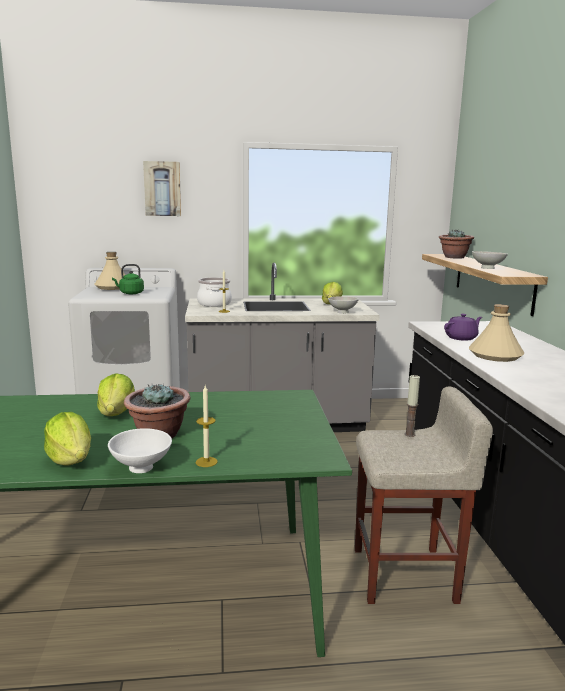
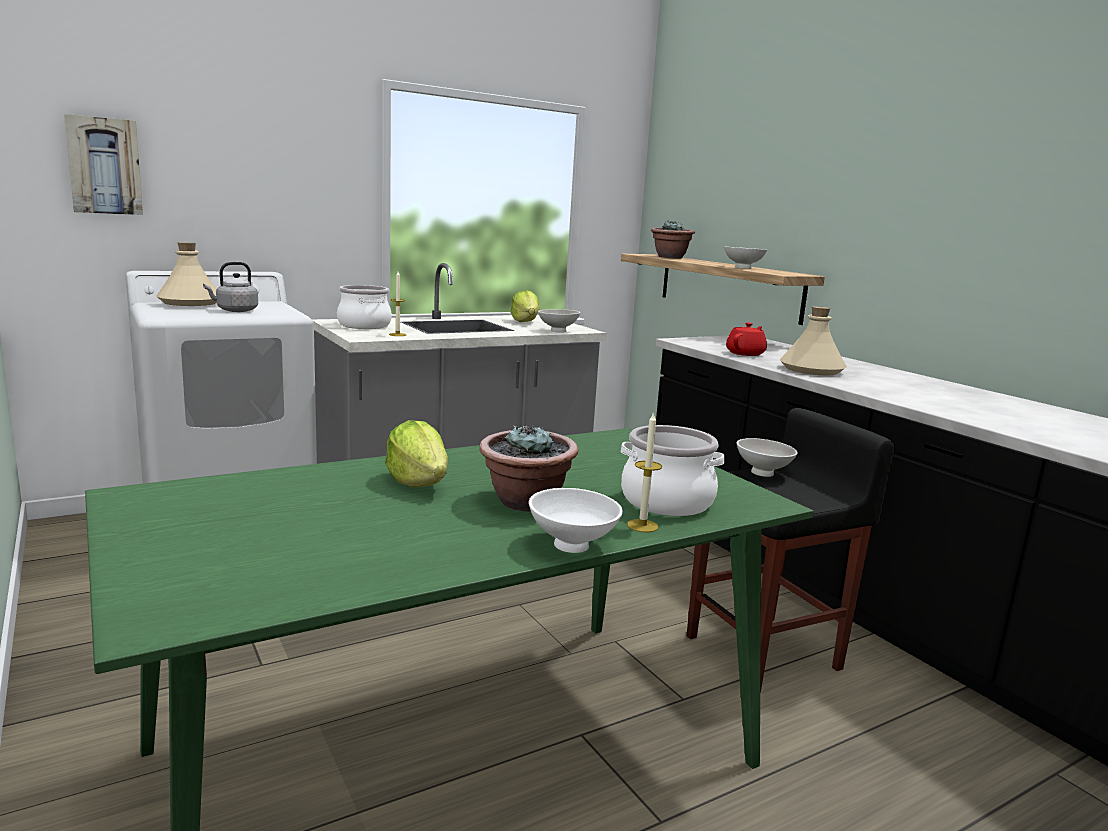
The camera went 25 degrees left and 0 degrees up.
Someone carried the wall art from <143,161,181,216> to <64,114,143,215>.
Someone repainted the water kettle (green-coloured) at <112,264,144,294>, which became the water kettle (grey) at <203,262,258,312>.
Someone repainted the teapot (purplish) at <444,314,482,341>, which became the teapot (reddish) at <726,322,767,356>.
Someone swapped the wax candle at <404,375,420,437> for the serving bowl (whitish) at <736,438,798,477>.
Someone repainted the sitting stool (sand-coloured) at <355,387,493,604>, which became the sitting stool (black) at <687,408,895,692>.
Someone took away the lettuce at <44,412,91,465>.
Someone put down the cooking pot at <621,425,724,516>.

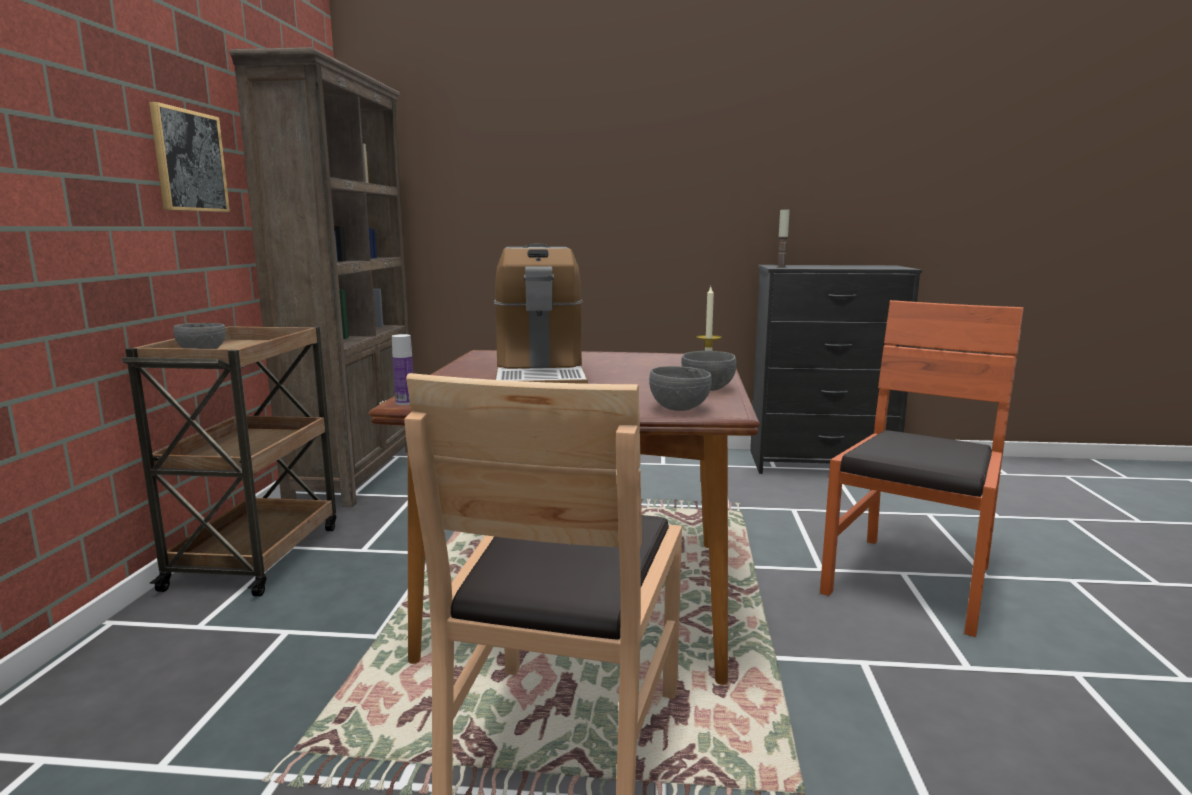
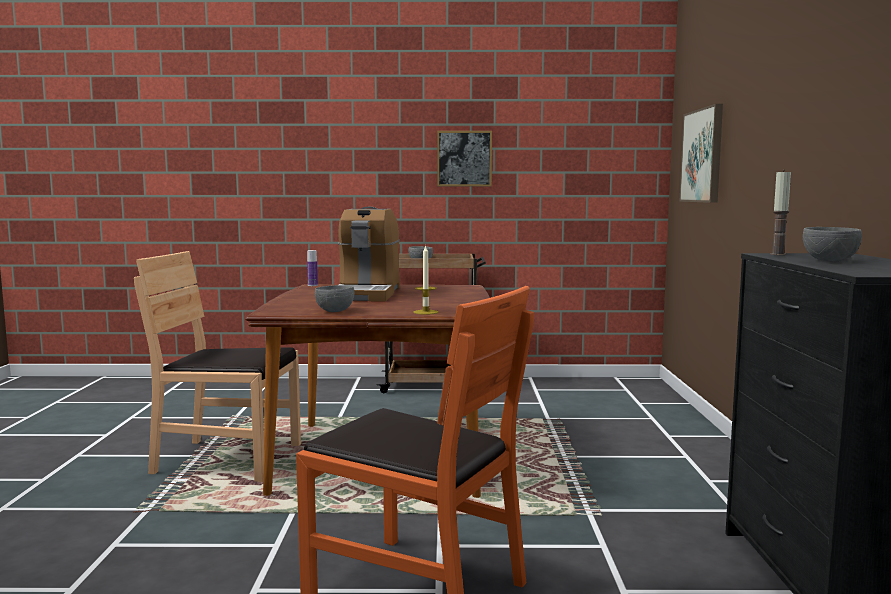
The camera went 85 degrees right and 5 degrees down.
Someone took away the bookcase (brown) at <229,47,409,507>.
Someone rotated the coffee brewer at <494,243,588,384> by 75 degrees counterclockwise.
Someone carried the serving bowl (grey) from <649,366,712,411> to <803,227,862,262>.
Someone put up the wall art at <679,104,723,203>.

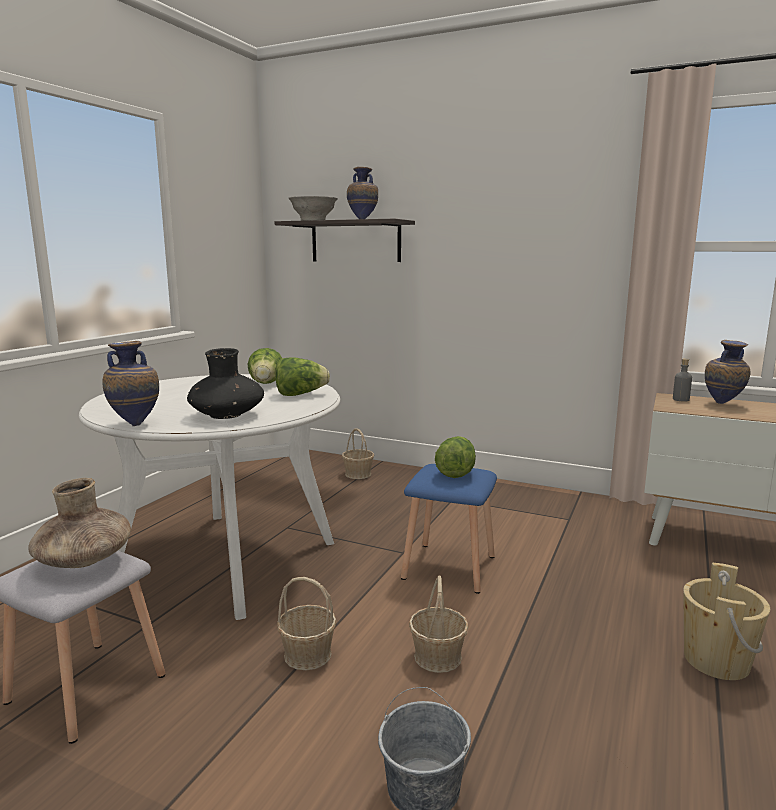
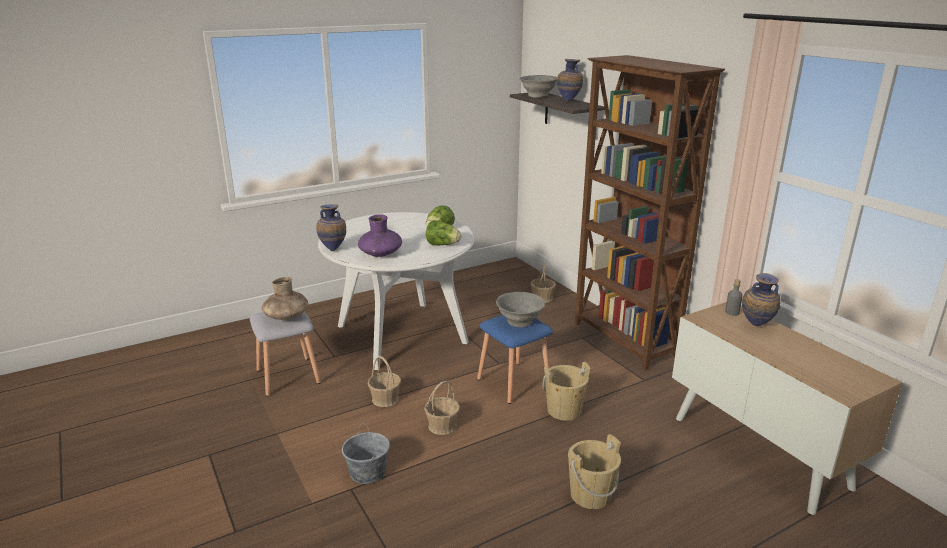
The camera went 35 degrees right and 10 degrees up.
Someone repainted the vase (black) at <187,348,264,419>, which became the vase (purplish) at <358,214,402,257>.
Someone swapped the lettuce at <435,436,476,478> for the serving bowl (grey) at <496,292,545,327>.
Someone put down the bookcase (brown) at <575,55,725,370>.
Someone put down the water bucket (sand-coloured) at <543,362,590,421>.

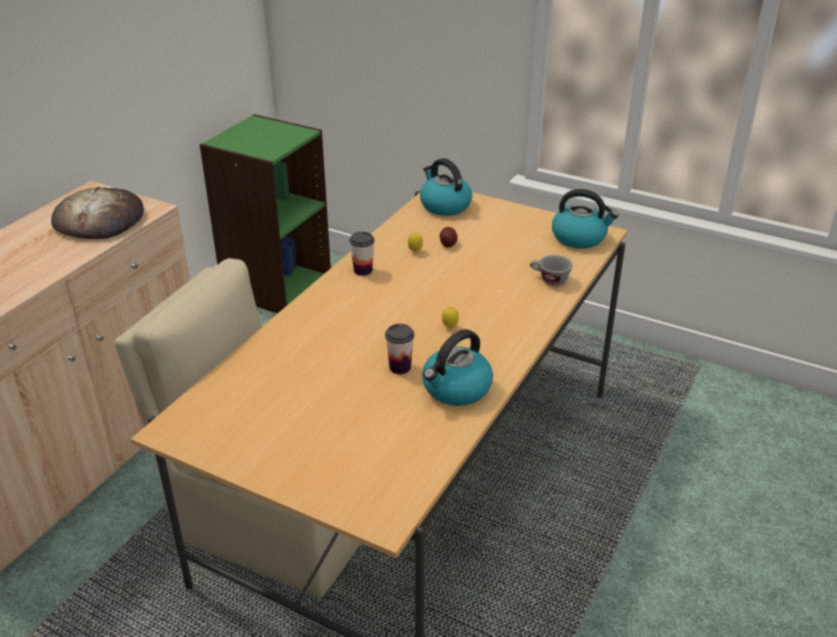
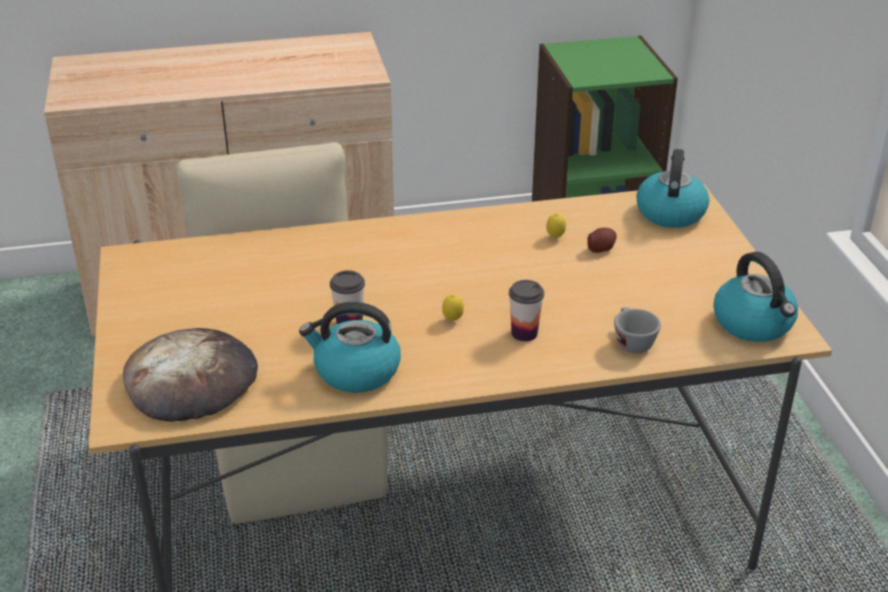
The camera went 50 degrees right and 0 degrees up.
Someone carried the bread from <51,187,144,239> to <123,328,258,422>.
Someone carried the small cup from <349,232,375,276> to <509,280,544,341>.

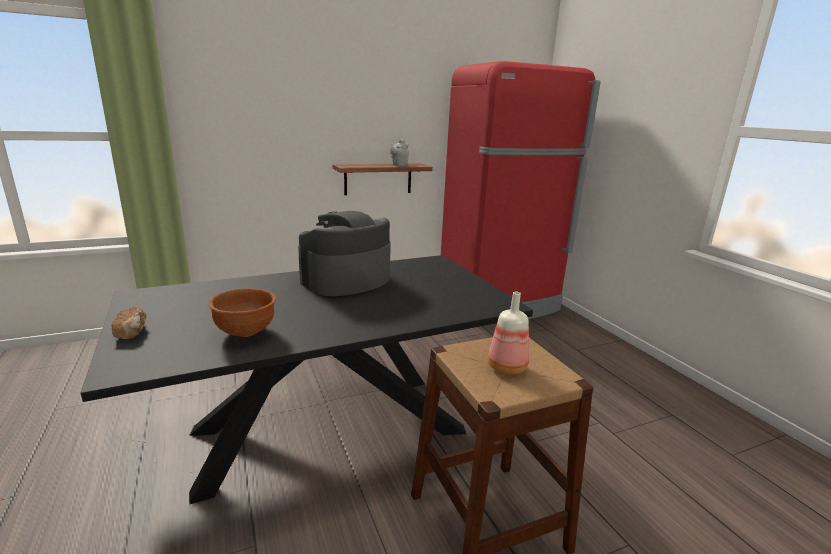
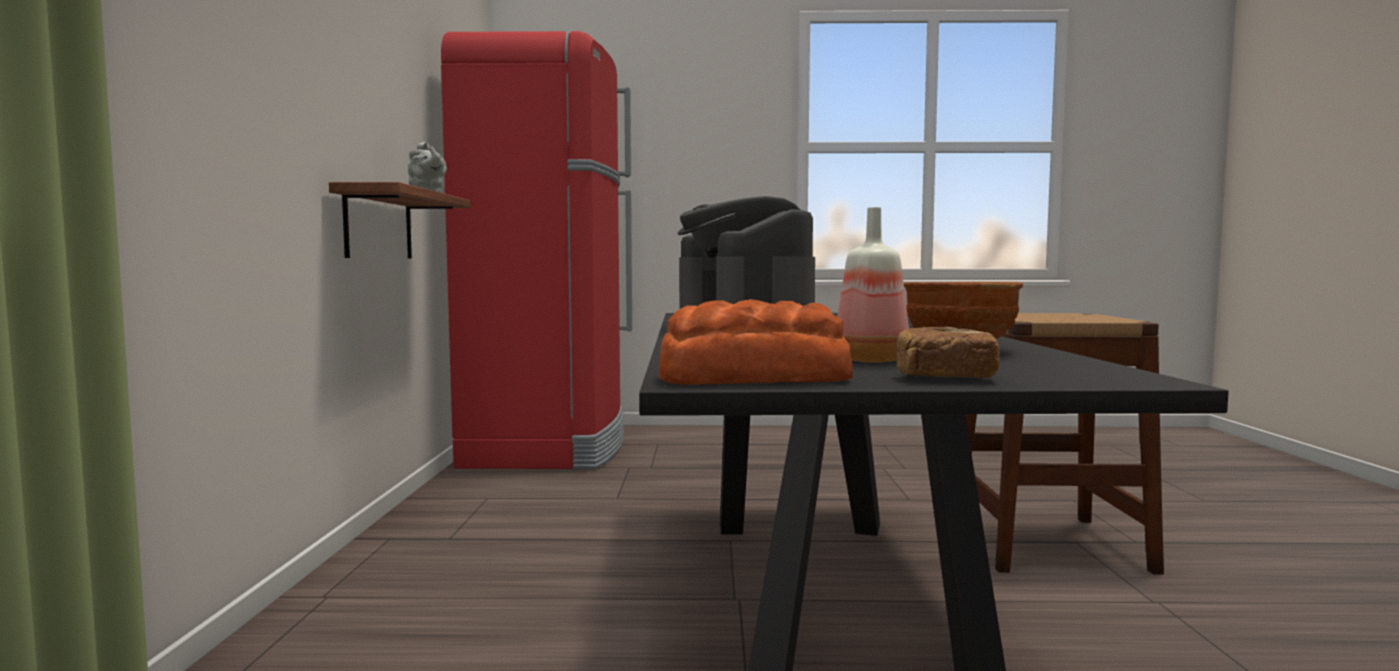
The camera went 65 degrees left and 15 degrees down.
Someone carried the drink bottle from <488,291,529,375> to <837,207,909,363>.
Someone put down the bread at <659,299,853,385>.

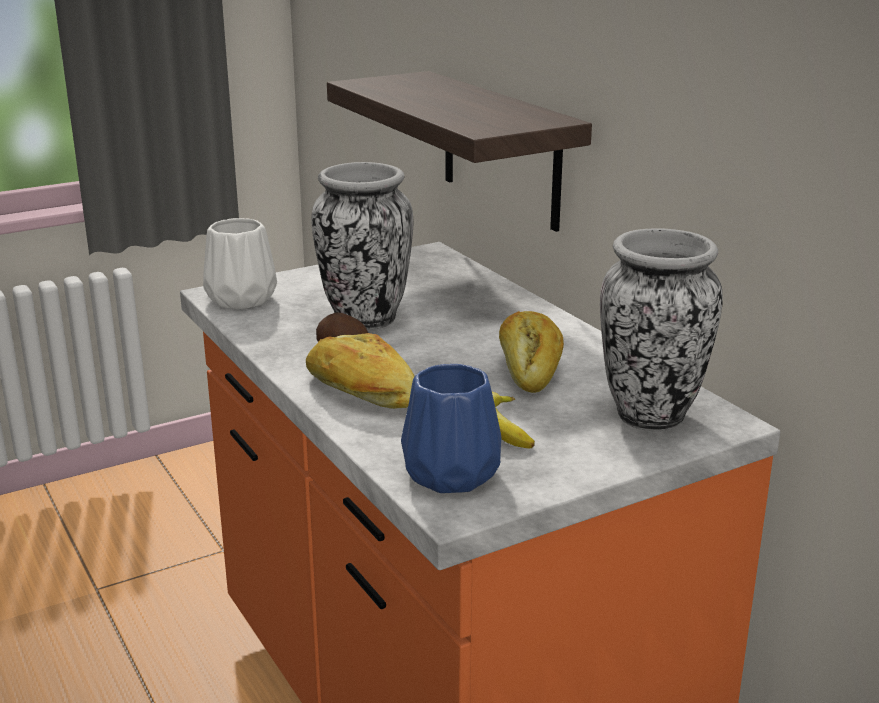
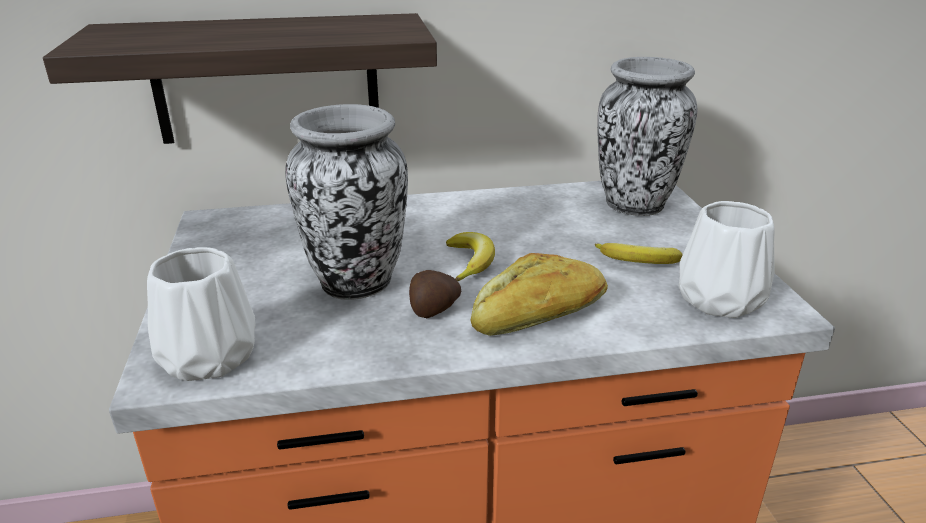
The camera went 70 degrees left and 5 degrees up.
Someone took away the bread at <499,311,564,393>.
Someone repainted the vase (bluish) at <401,364,501,493>, which became the vase (whitish) at <679,201,775,318>.
Someone put down the whole banana at <446,232,495,281>.

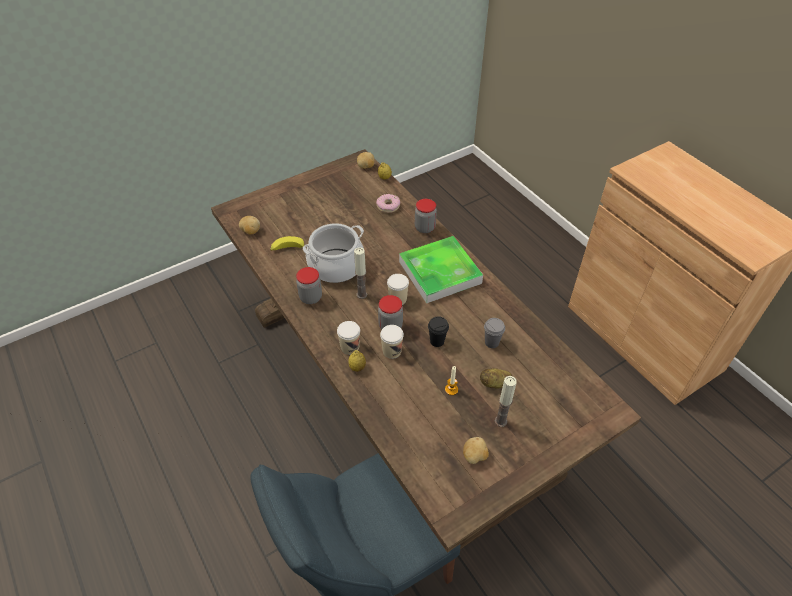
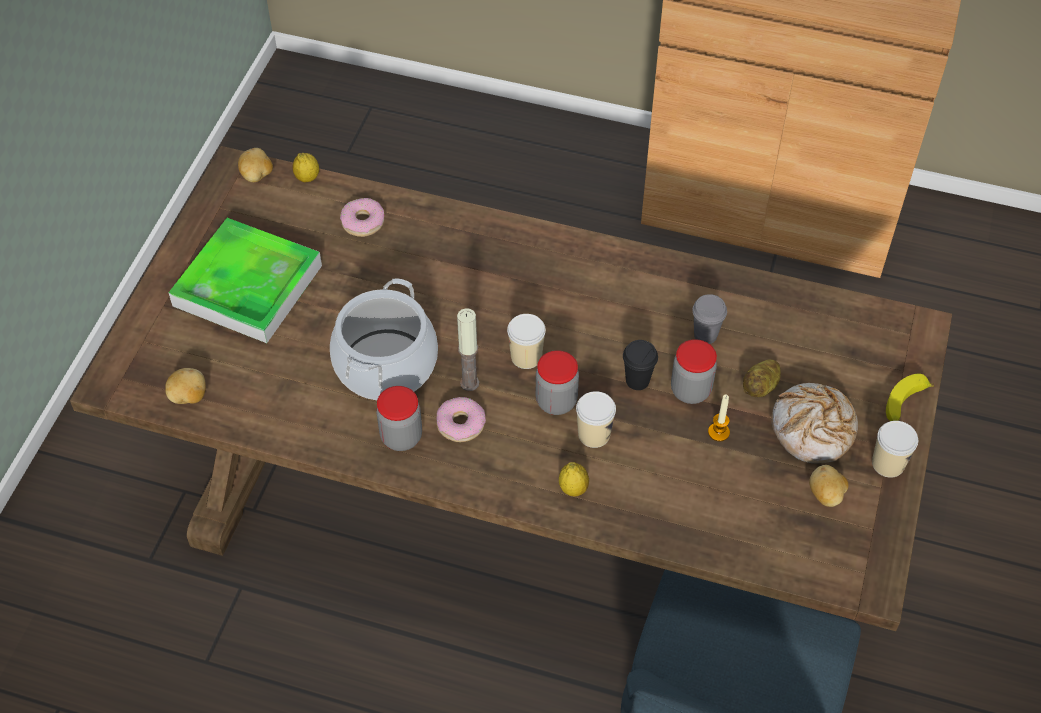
The camera went 40 degrees left and 5 degrees up.
Someone carried the jar from <415,199,437,233> to <671,339,717,404>.
Someone carried the whole banana from <270,236,304,251> to <886,374,934,421>.
Someone carried the serving tray from <399,236,483,303> to <169,218,322,343>.
Someone carried the small cup from <337,321,360,355> to <872,421,918,478>.
Someone swapped the wax candle at <495,376,517,427> for the bread at <771,383,858,464>.
Someone put down the donut at <437,397,486,442>.

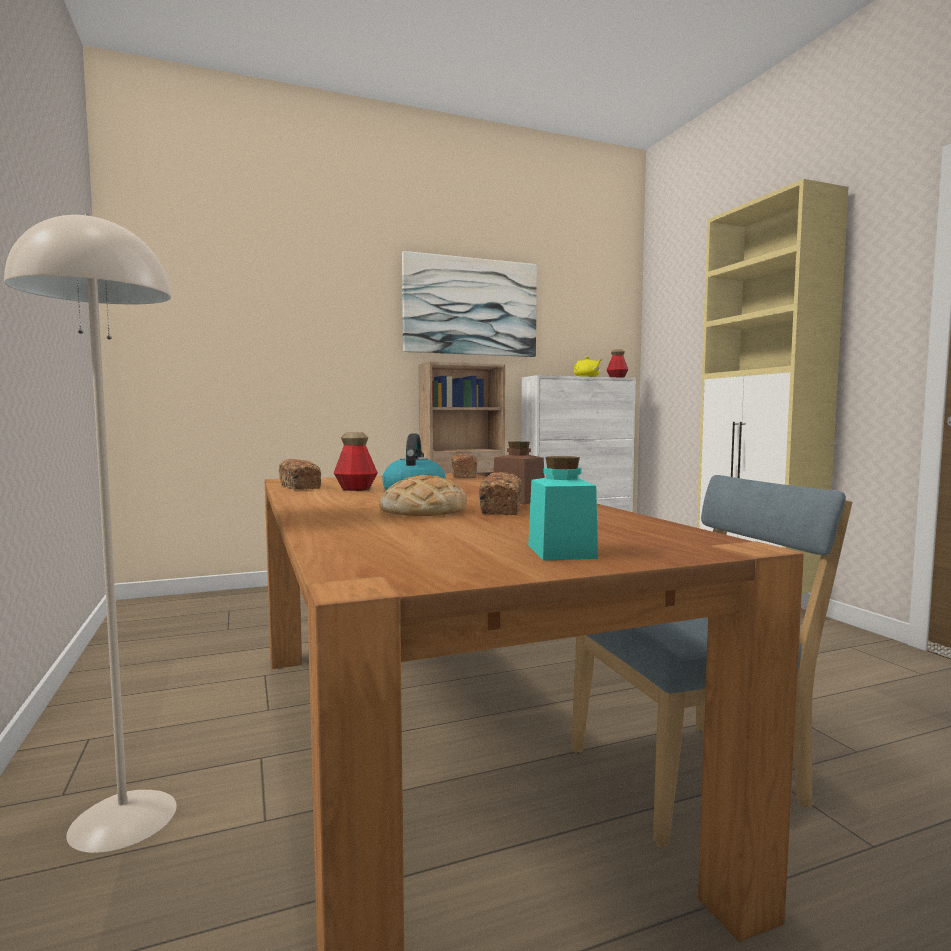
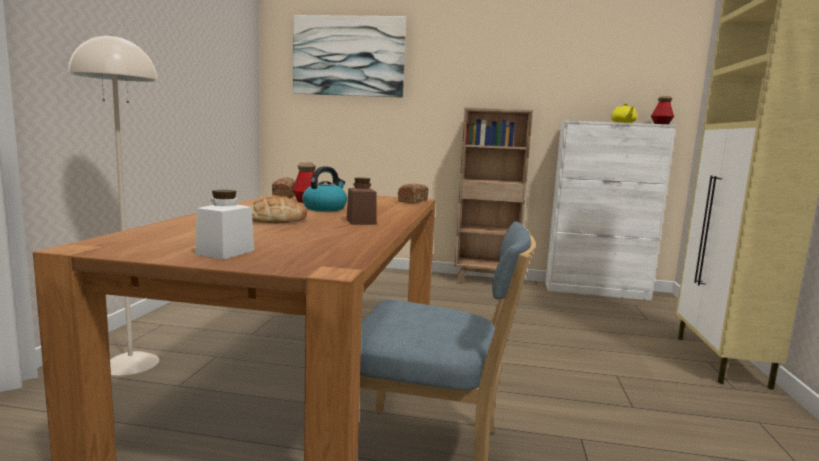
The camera went 30 degrees right and 5 degrees up.
Someone carried the wall art from <402,251,537,357> to <293,15,406,98>.
Someone repainted the jar (turquoise-coloured) at <528,456,598,560>, which became the jar (whitish) at <195,190,254,259>.
Someone took away the bread at <479,472,522,515>.

